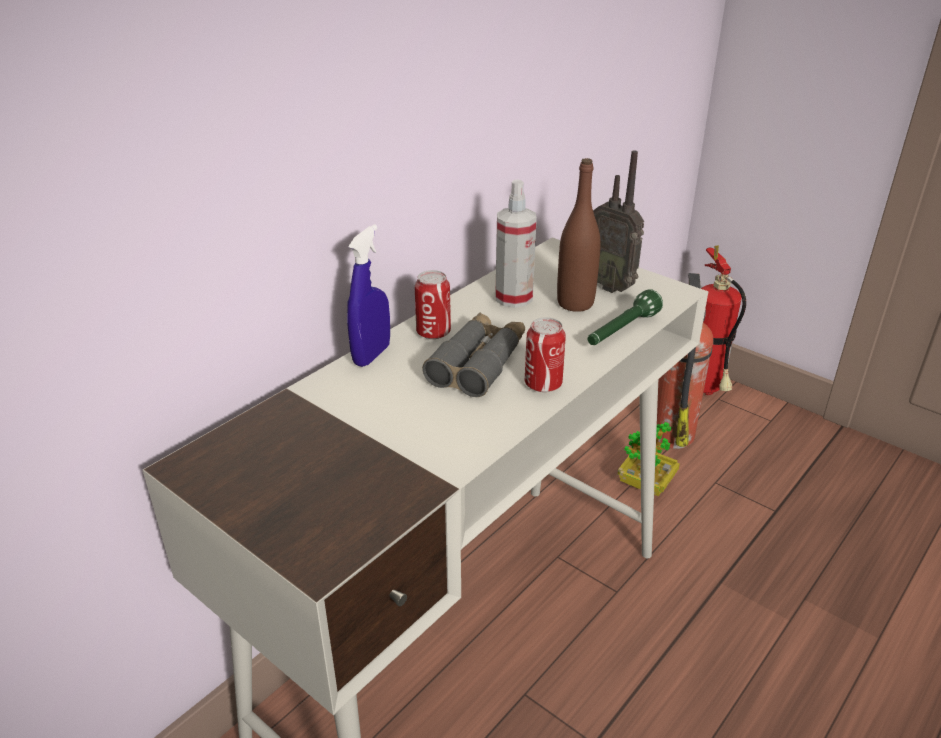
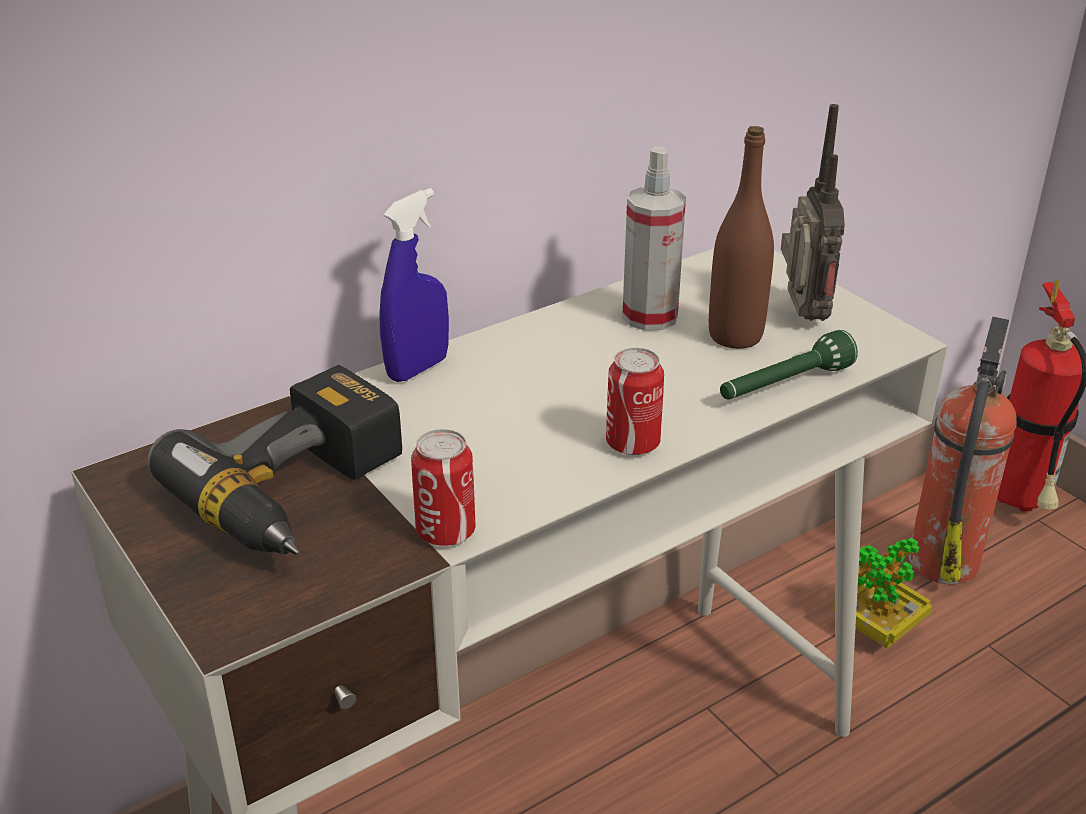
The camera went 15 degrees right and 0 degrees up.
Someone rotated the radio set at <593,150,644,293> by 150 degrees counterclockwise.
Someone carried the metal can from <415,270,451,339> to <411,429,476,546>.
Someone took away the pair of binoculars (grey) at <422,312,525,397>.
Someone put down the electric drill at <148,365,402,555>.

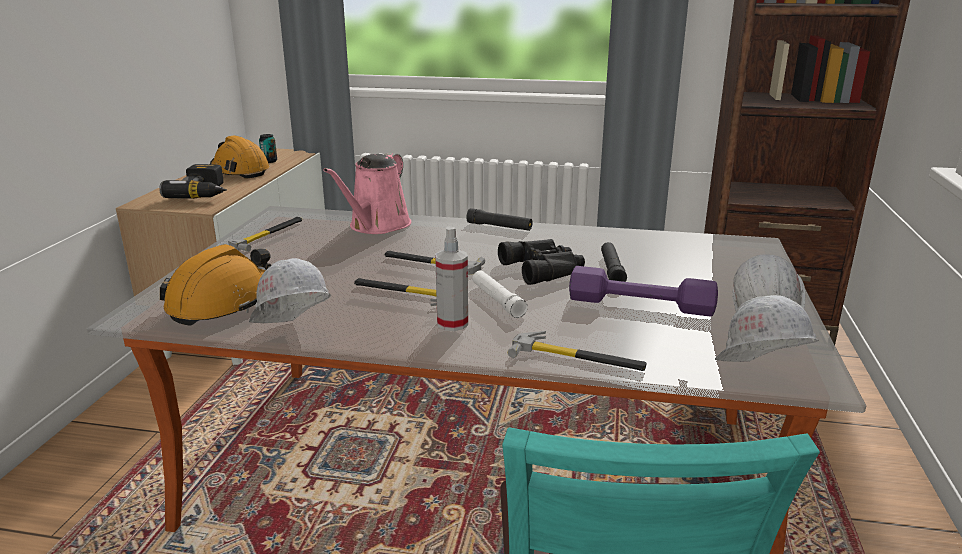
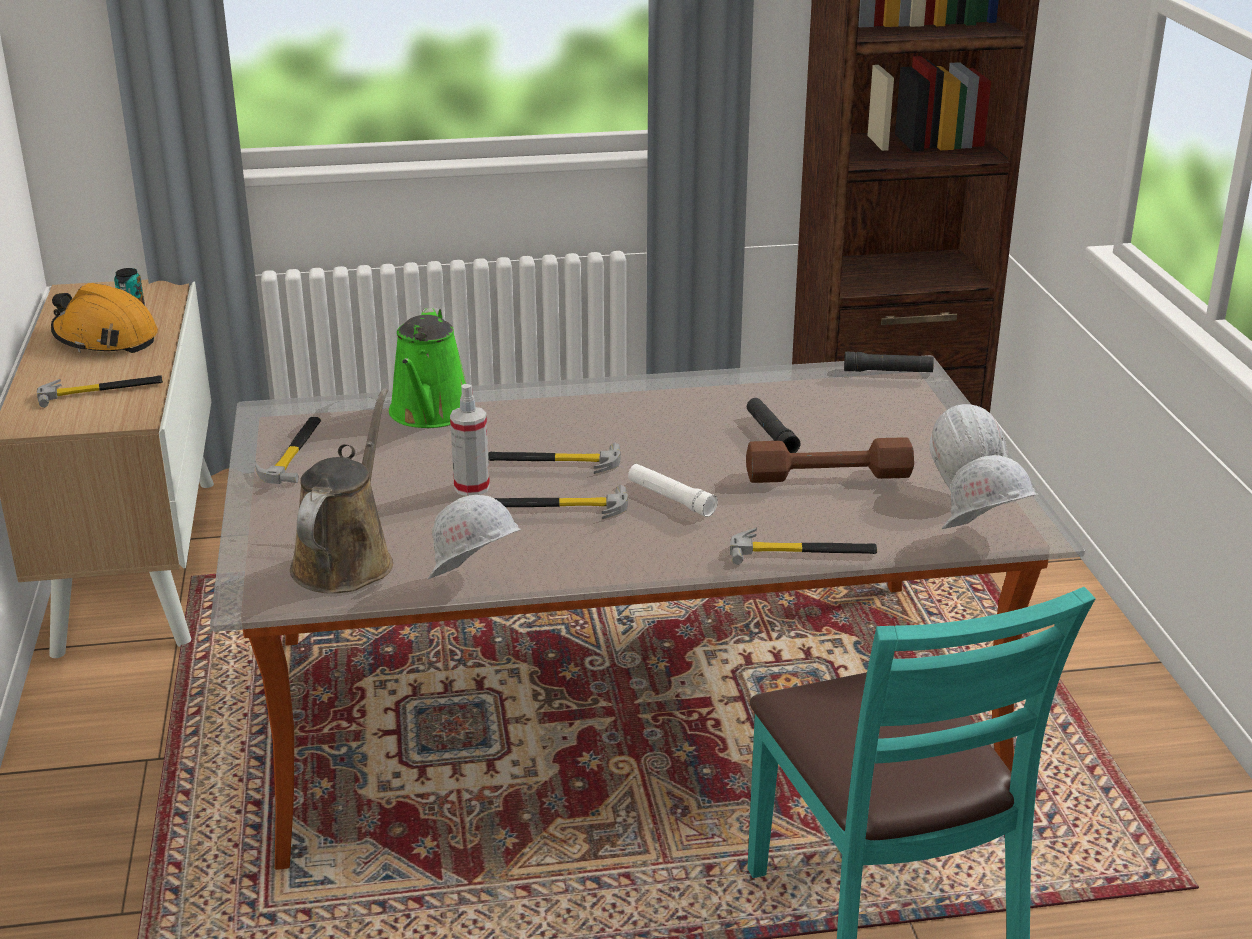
The camera went 20 degrees left and 5 degrees up.
Someone repainted the watering pot (pink) at <323,153,411,234>, which became the watering pot (green-coloured) at <389,307,466,428>.
Someone swapped the electric drill at <159,164,227,199> for the hammer at <37,375,163,408>.
Someone carried the torch (black) from <466,208,532,231> to <844,351,934,372>.
Someone carried the spray bottle from <435,226,468,331> to <450,384,490,496>.
Someone took away the pair of binoculars (black) at <498,239,585,285>.
Someone swapped the safety helmet (orangey) at <160,244,271,326> for the watering pot (brown) at <290,388,393,593>.
Someone repainted the dumbbell (purplish) at <569,266,718,316>, which became the dumbbell (brown) at <746,437,914,483>.

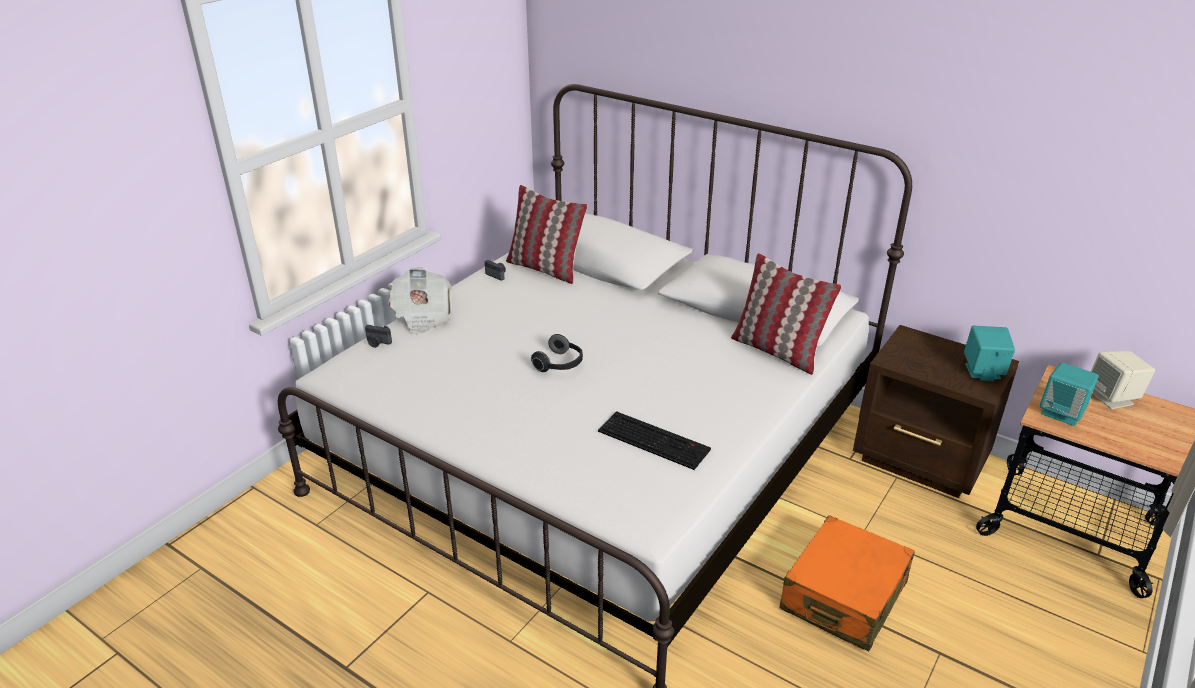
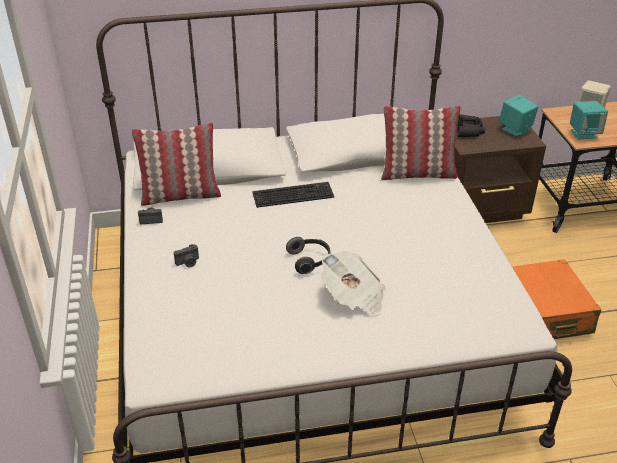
The camera went 45 degrees left and 5 degrees up.
Someone carried the daily paper from <388,267,452,334> to <321,251,385,316>.
Someone carried the still camera from <365,325,392,348> to <174,244,199,267>.
Someone carried the computer keyboard from <598,411,711,470> to <252,182,334,208>.
Someone put down the pair of binoculars (black) at <457,114,485,137>.

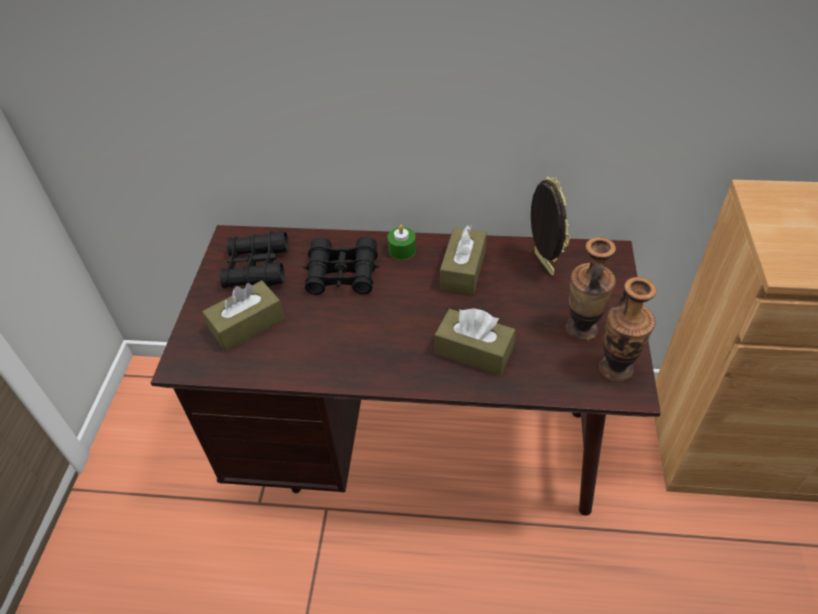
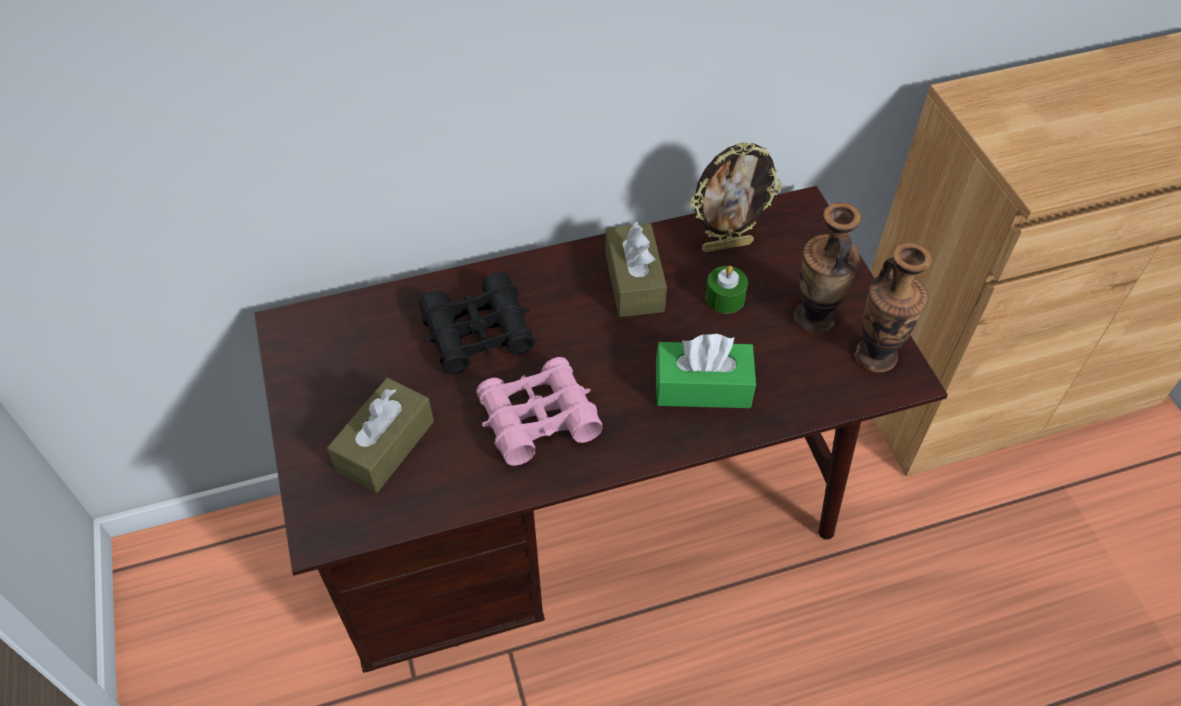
The camera went 25 degrees left and 5 degrees up.
Someone rotated the photo frame at <531,176,570,275> by 120 degrees clockwise.
Someone carried the wax candle (green-coloured) from <387,225,416,260> to <705,266,748,313>.
Someone took away the pair of binoculars (black) at <220,231,289,288>.
Someone repainted the box of tissues (brown) at <435,308,516,376>, which became the box of tissues (green-coloured) at <656,334,756,408>.
Someone put down the pair of binoculars (pink) at <476,357,602,466>.

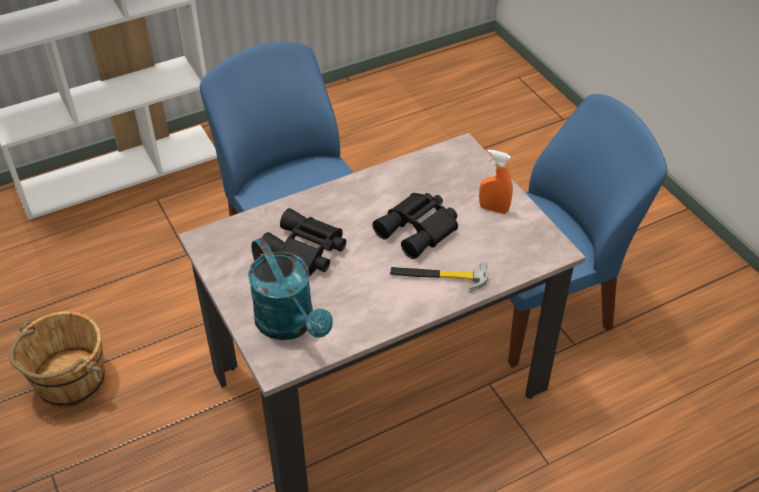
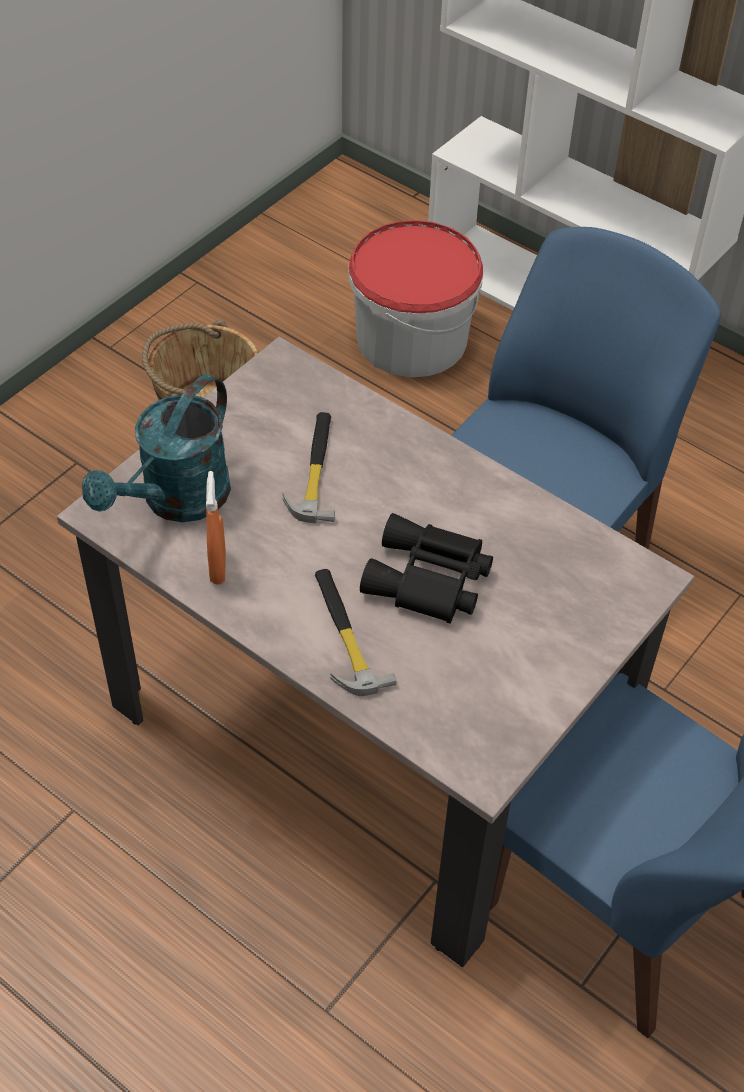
The camera went 65 degrees right and 5 degrees up.
Someone carried the spray bottle (orangey) from <479,149,513,214> to <206,471,226,584>.
Someone swapped the pair of binoculars (black) at <260,208,346,276> for the hammer at <283,412,335,523>.
Someone put down the water bucket at <348,220,483,377>.

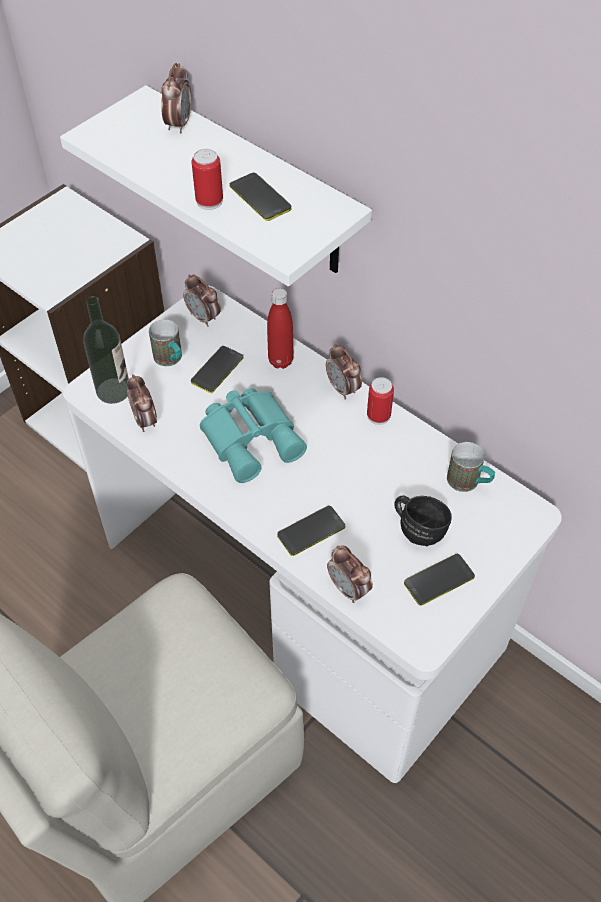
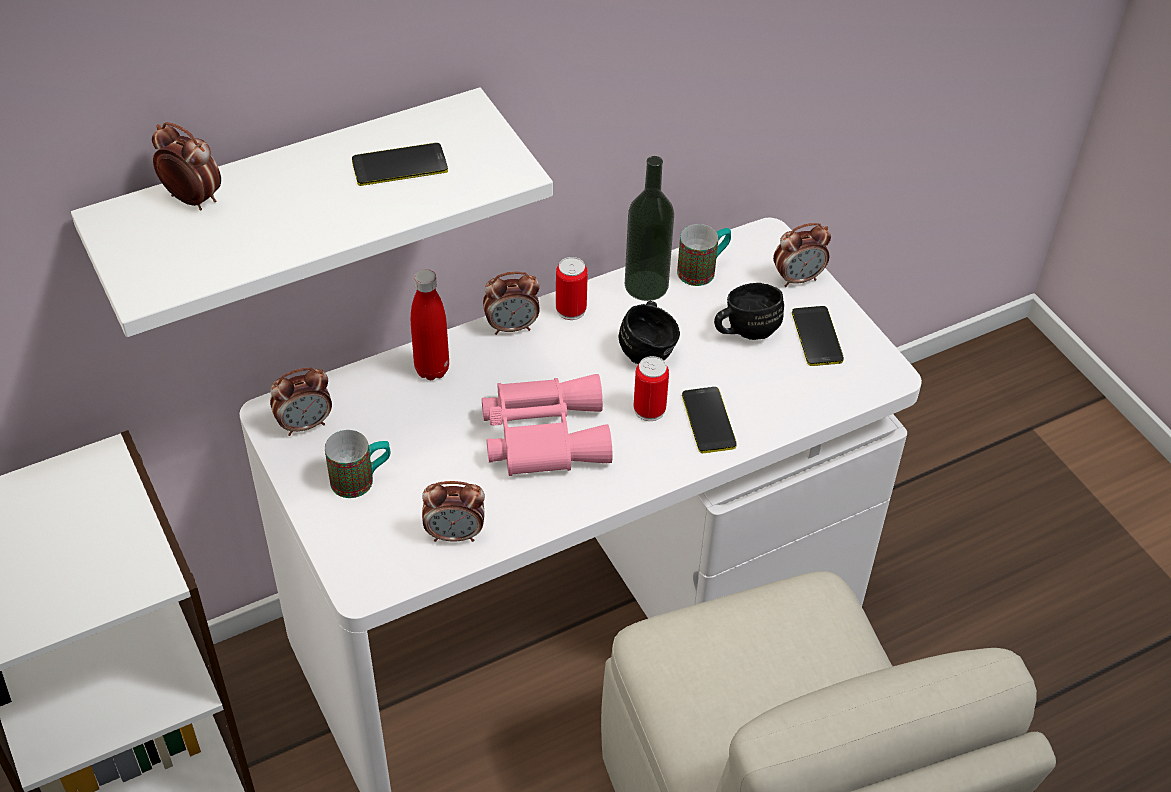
The camera went 70 degrees left and 5 degrees down.
Someone carried the metal can from <191,149,223,210> to <634,356,669,421>.
Someone carried the drink bottle from <83,296,129,404> to <625,156,674,301>.
Someone took away the telephone at <191,346,243,393>.
Someone repainted the pair of binoculars (turquoise-coloured) at <200,388,307,483>, which became the pair of binoculars (pink) at <482,374,612,476>.
Someone carried the alarm clock from <327,545,373,603> to <773,223,831,287>.
Someone put down the tea mug (black) at <619,301,680,364>.

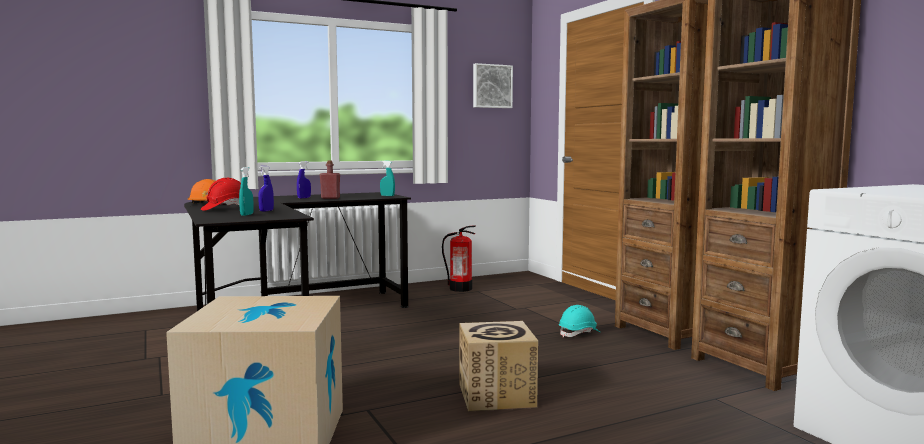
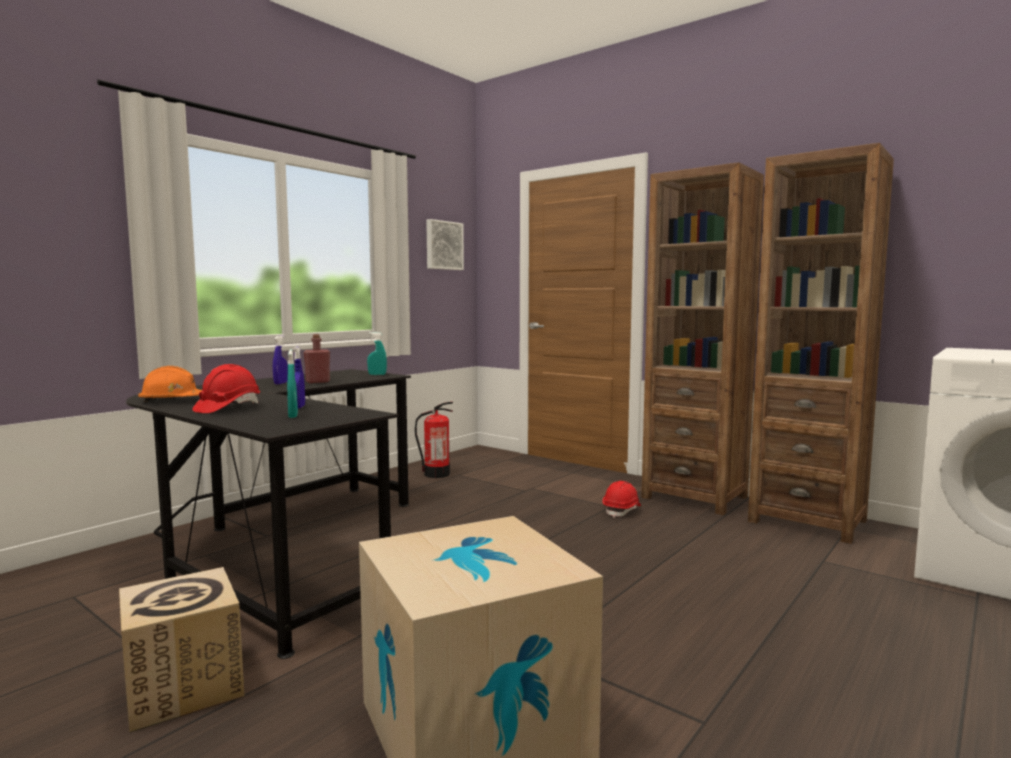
The camera went 25 degrees left and 0 degrees up.
Someone repainted the safety helmet (turquoise-coloured) at <559,305,600,338>, which became the safety helmet (reddish) at <603,481,641,518>.
Someone carried the packing box from <460,321,538,411> to <119,567,245,732>.

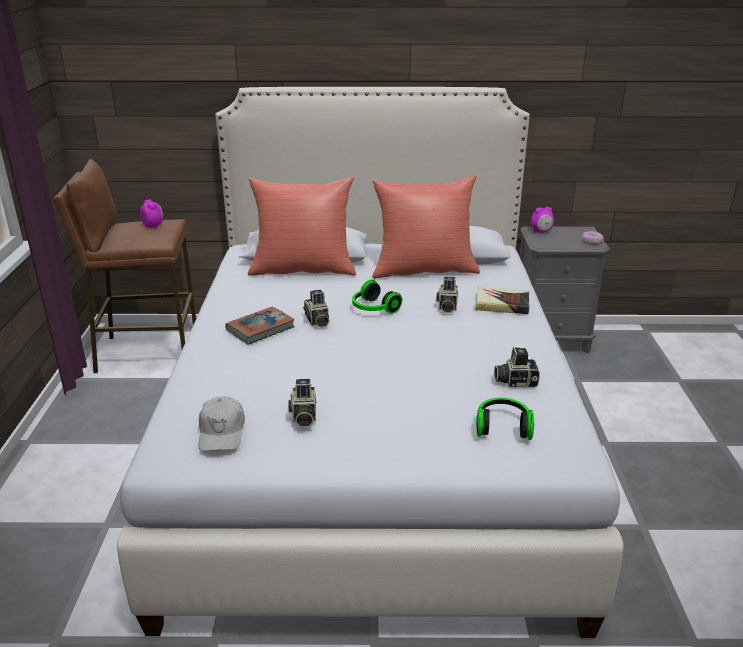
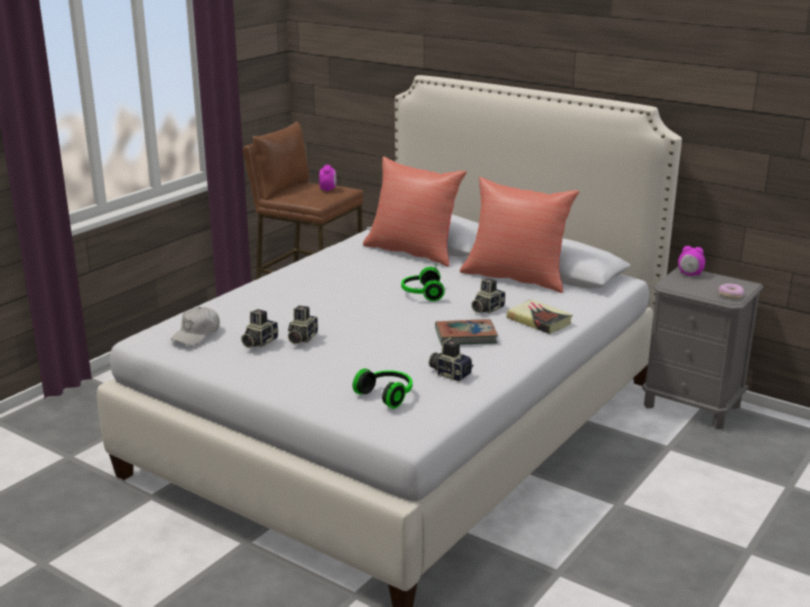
The camera went 35 degrees right and 5 degrees down.
Someone carried the still camera from <303,290,330,328> to <288,306,318,344>.
Someone carried the book from <225,307,295,345> to <435,319,498,345>.

